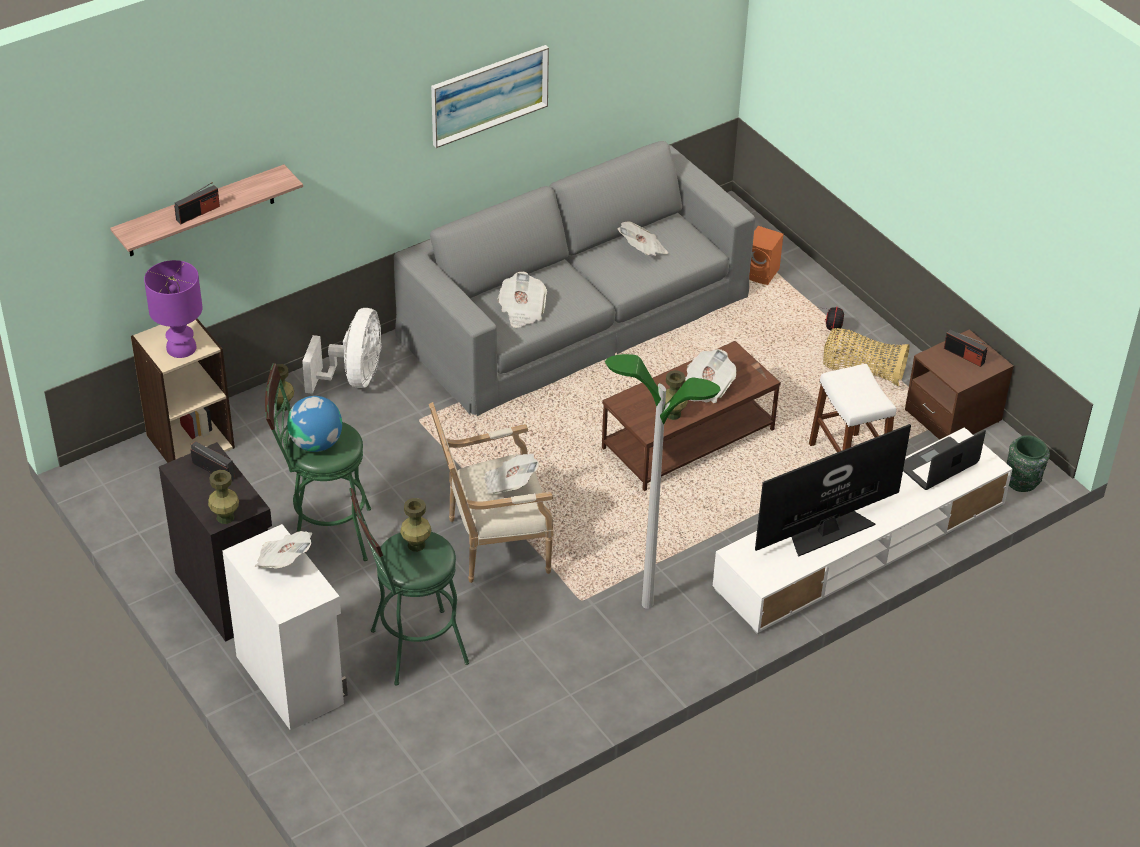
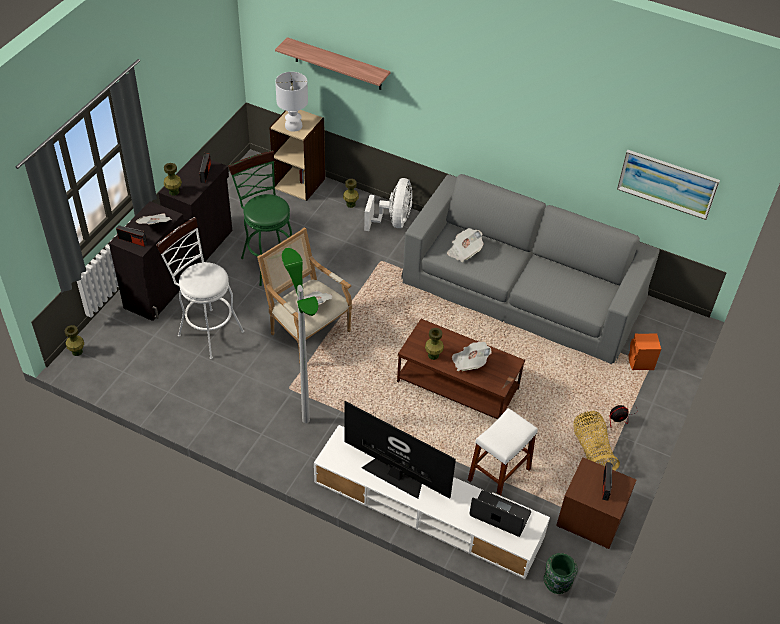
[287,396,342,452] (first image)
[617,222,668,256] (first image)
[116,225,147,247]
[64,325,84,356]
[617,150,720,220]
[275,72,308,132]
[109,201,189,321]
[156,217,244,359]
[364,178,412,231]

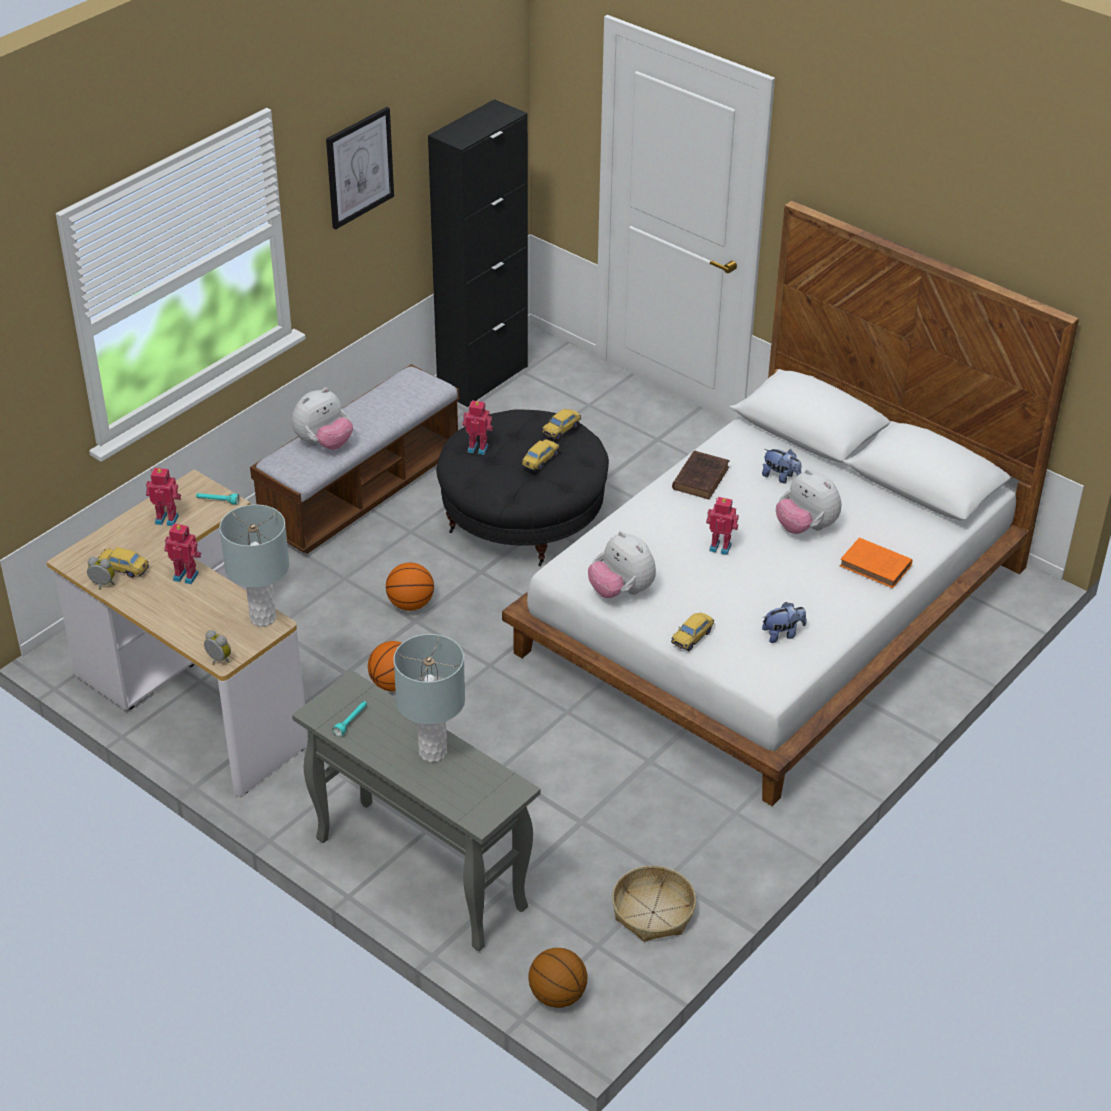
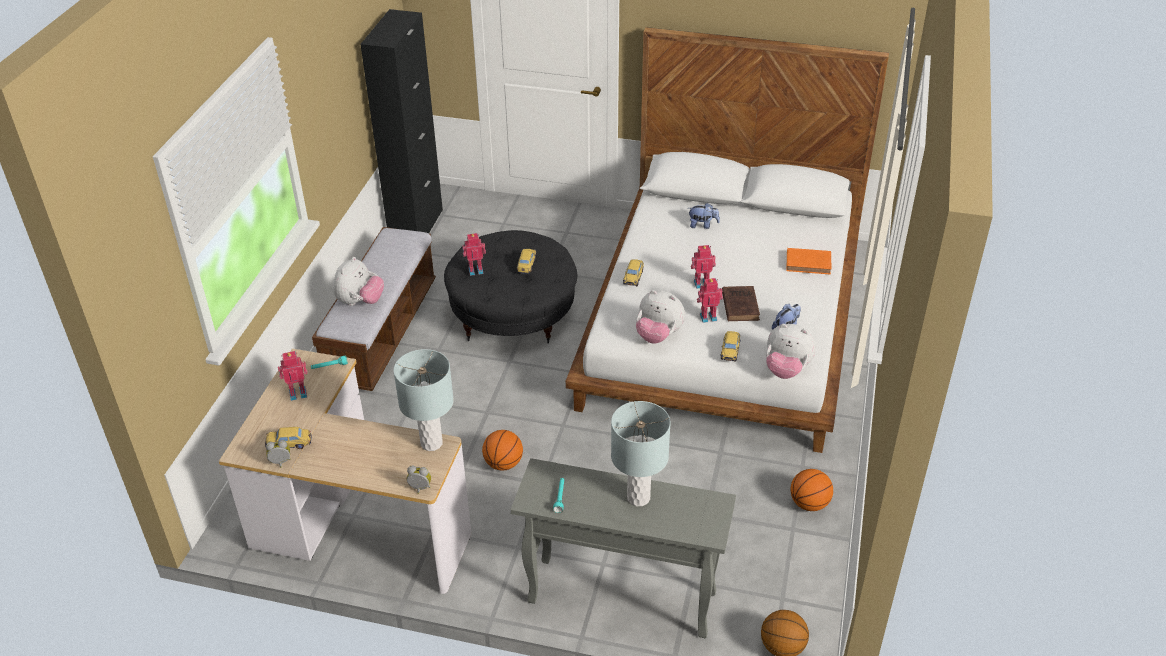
[326,107,394,230] (first image)
[612,866,696,942] (first image)
[697,278,723,323]
[790,469,833,511]
[623,259,644,286]
[722,286,760,321]
[766,324,816,379]

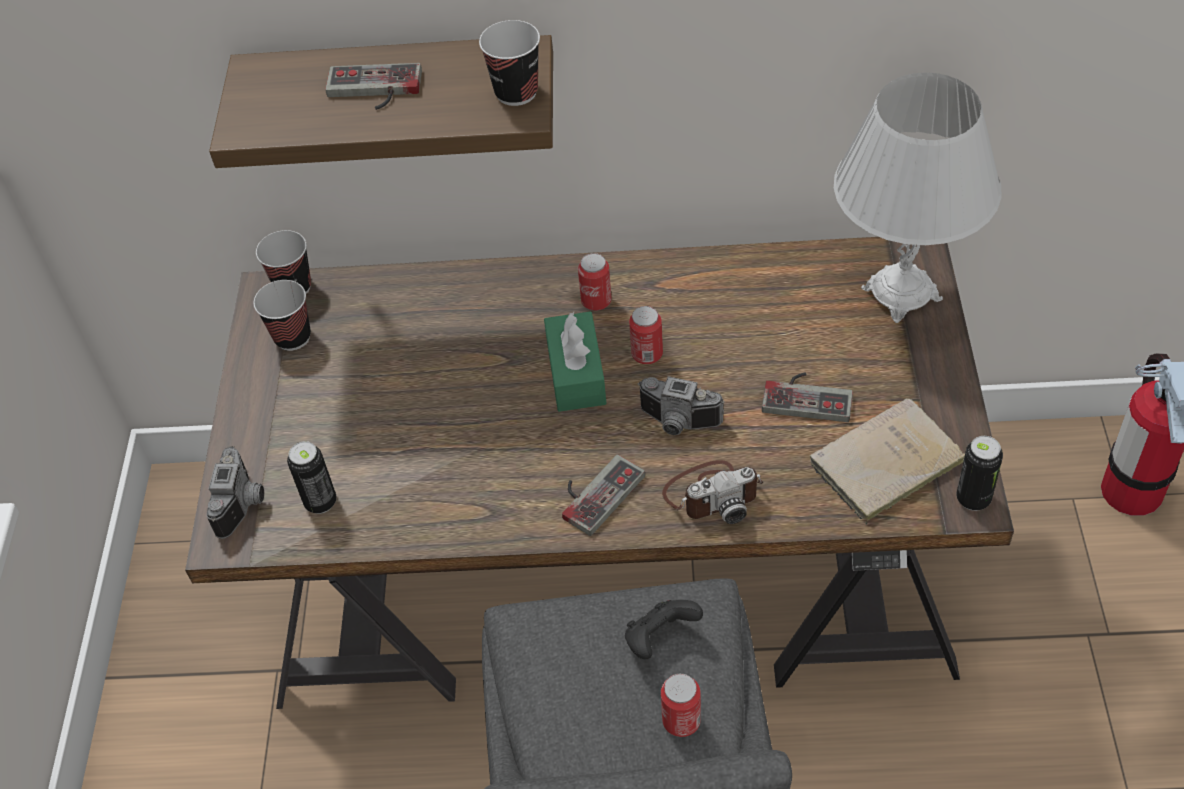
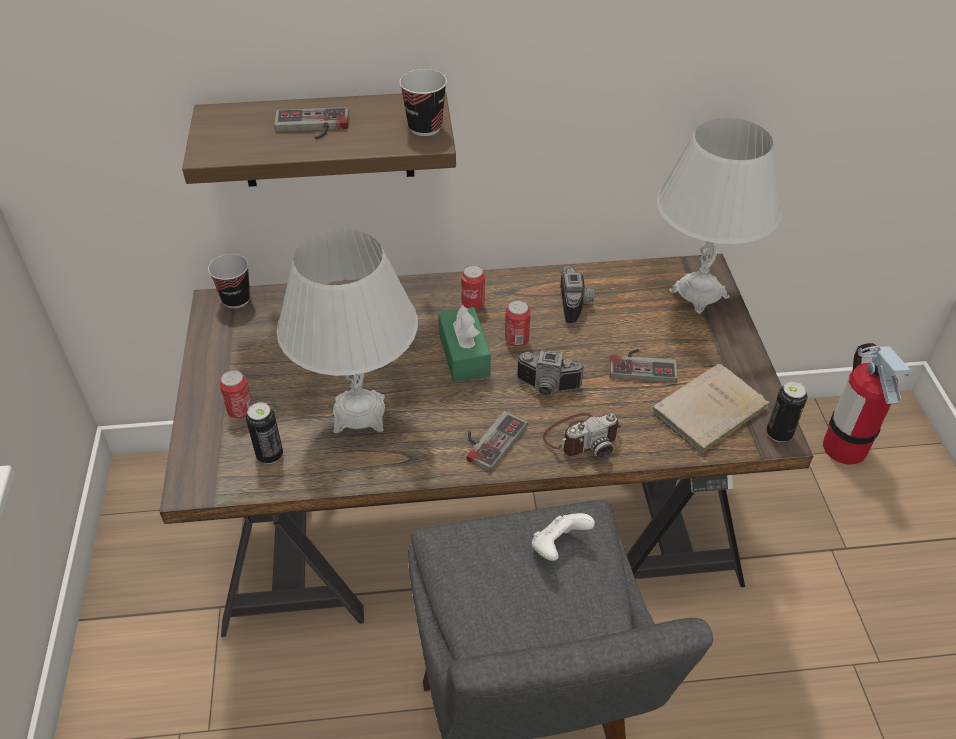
[253,280,311,351] (first image)
[277,229,418,433]
[560,266,594,324]
[220,370,253,418]
[532,513,595,561]

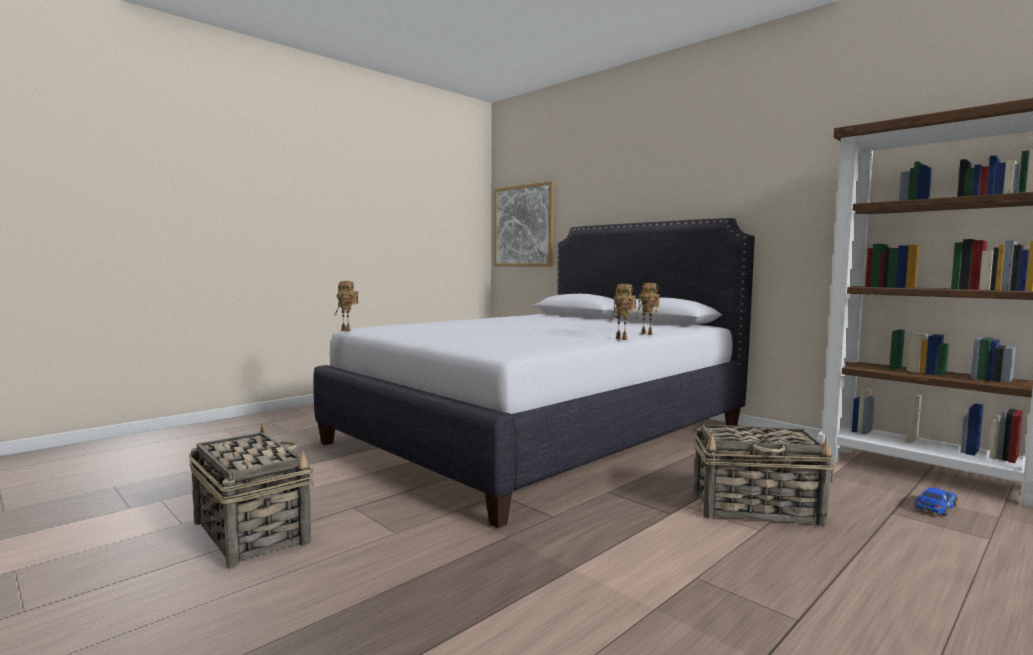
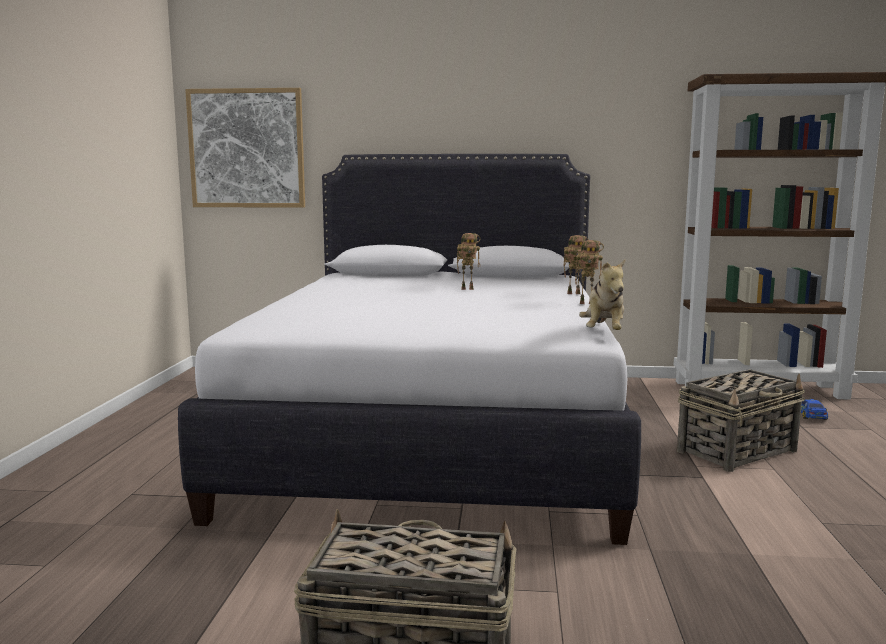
[579,259,626,330]
[457,233,481,290]

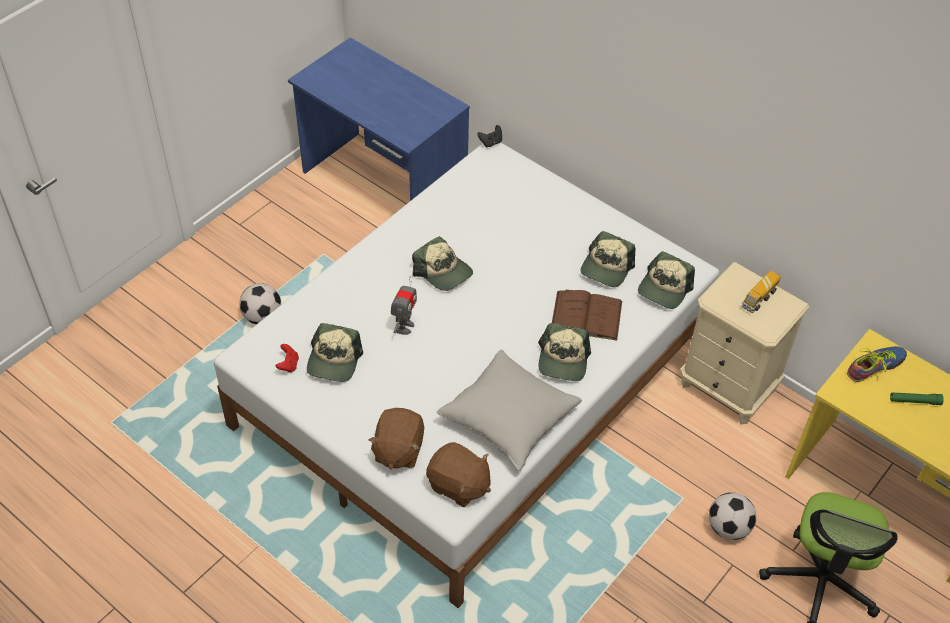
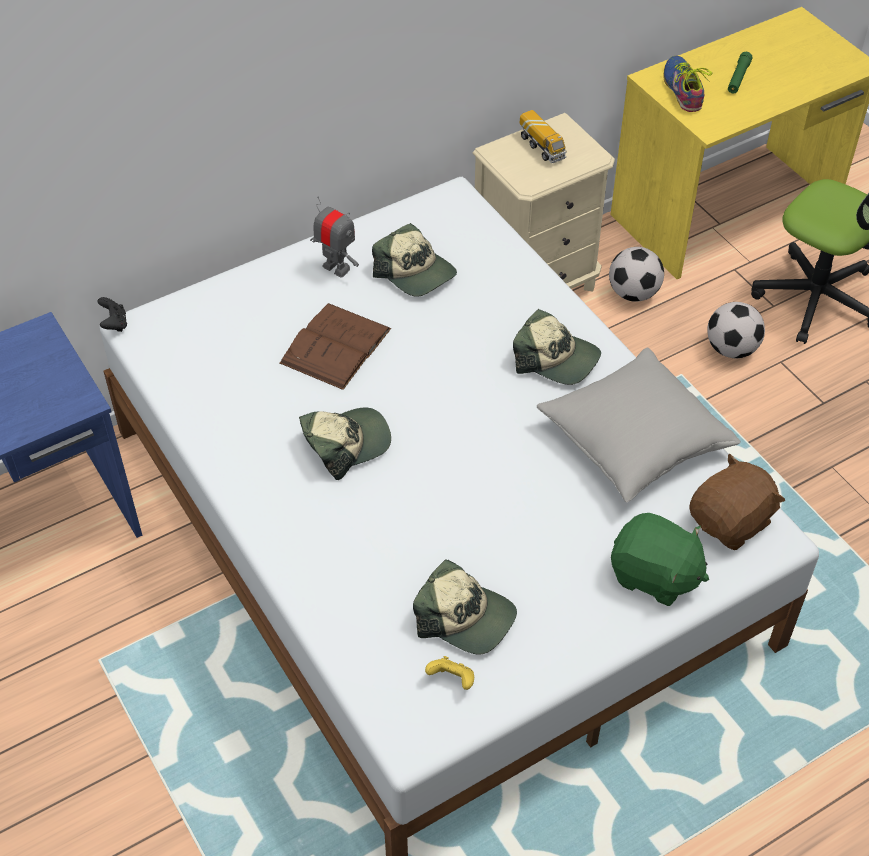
[638,252,695,309] (first image)
[609,247,664,302]
[310,197,359,278]
[280,303,391,390]
[425,656,474,690]
[611,513,709,606]

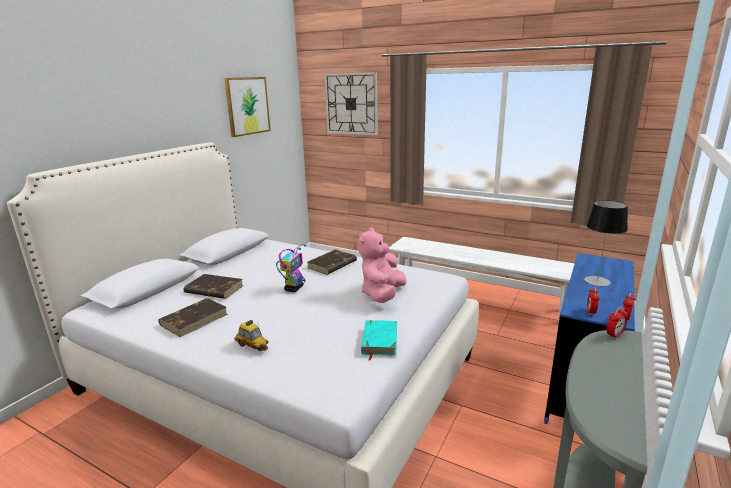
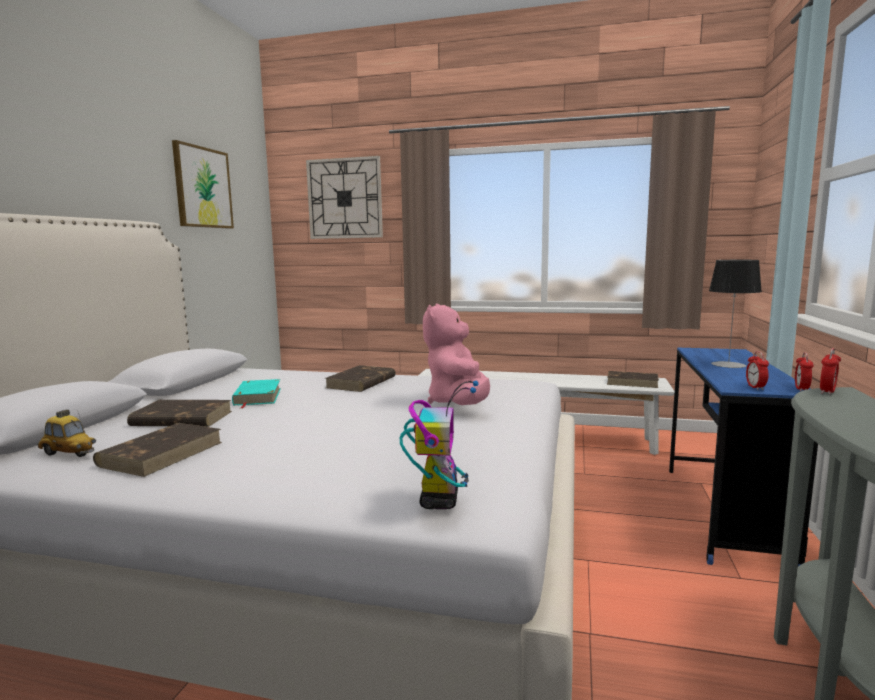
[607,371,659,388]
[37,409,96,457]
[400,381,479,509]
[232,379,281,408]

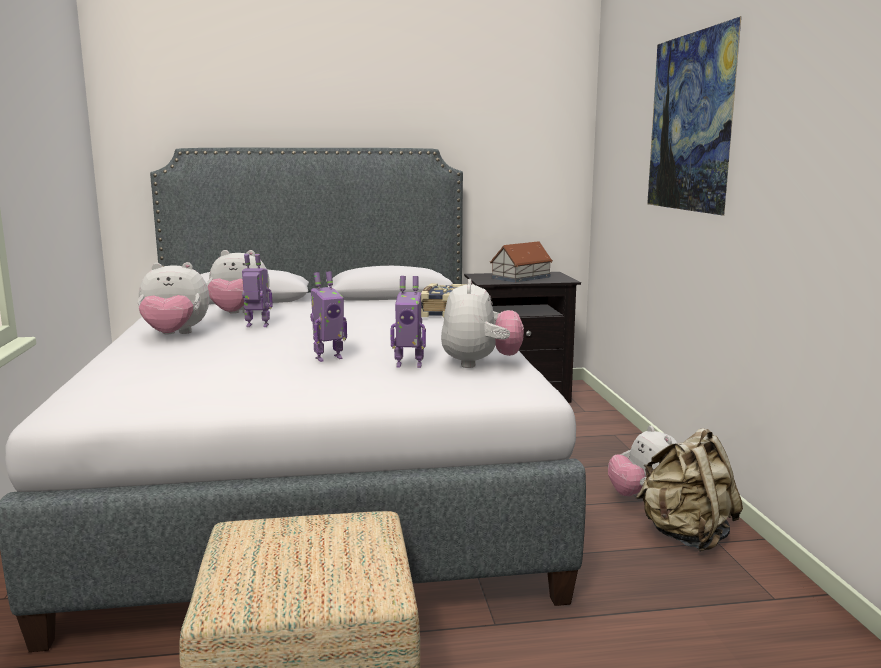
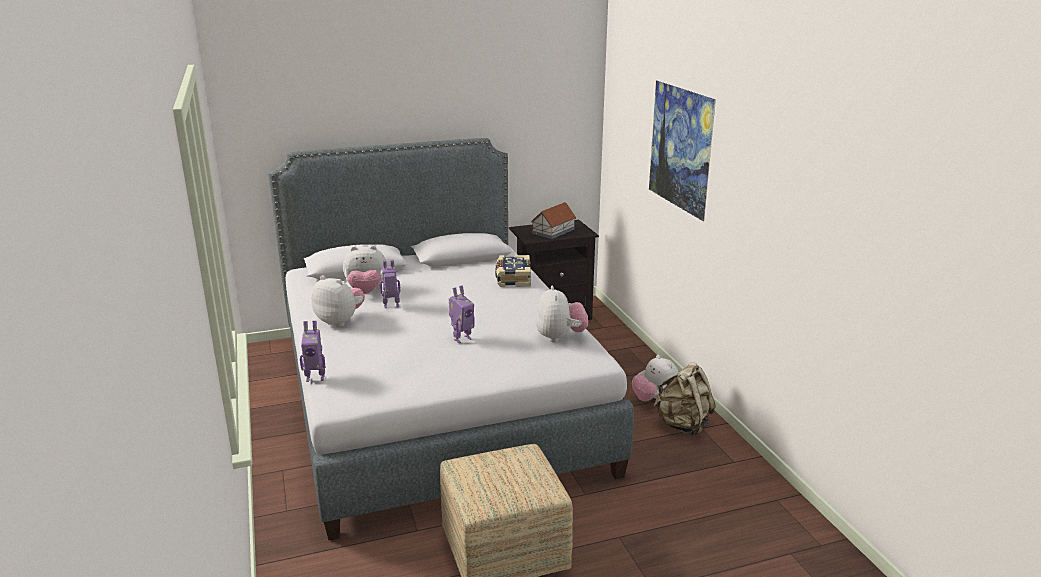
[300,320,325,382]
[311,275,365,327]

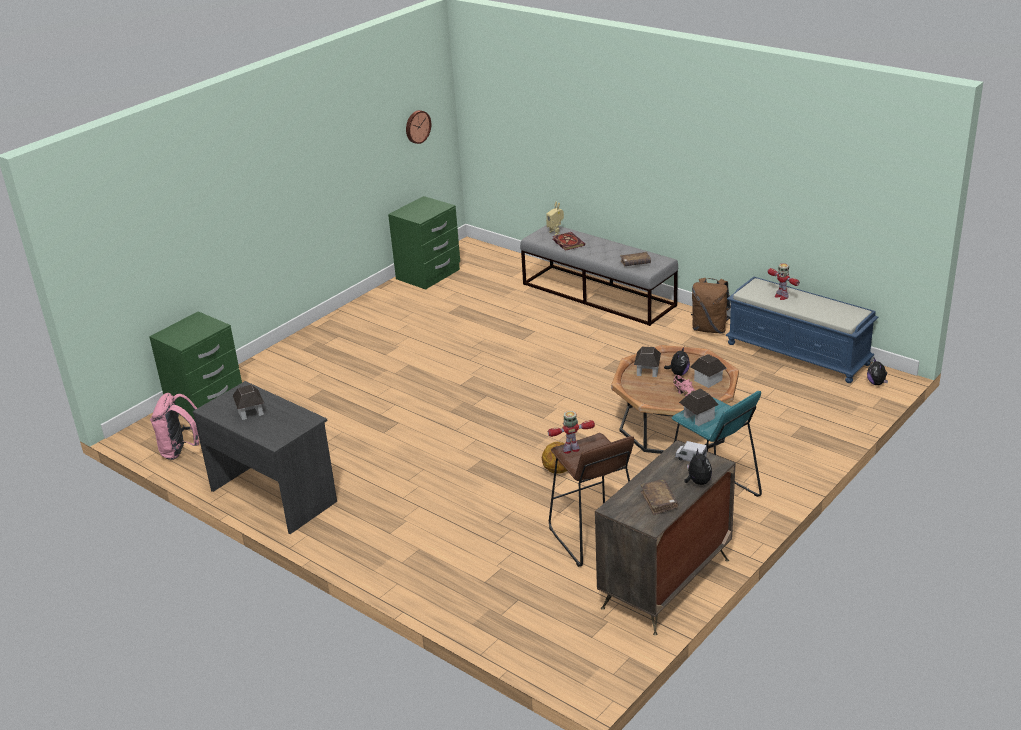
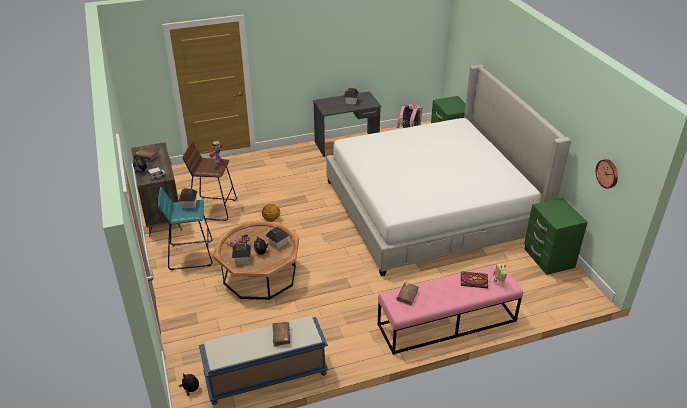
[691,278,731,333] (first image)
[326,64,571,276]
[272,322,290,347]
[378,265,523,355]

